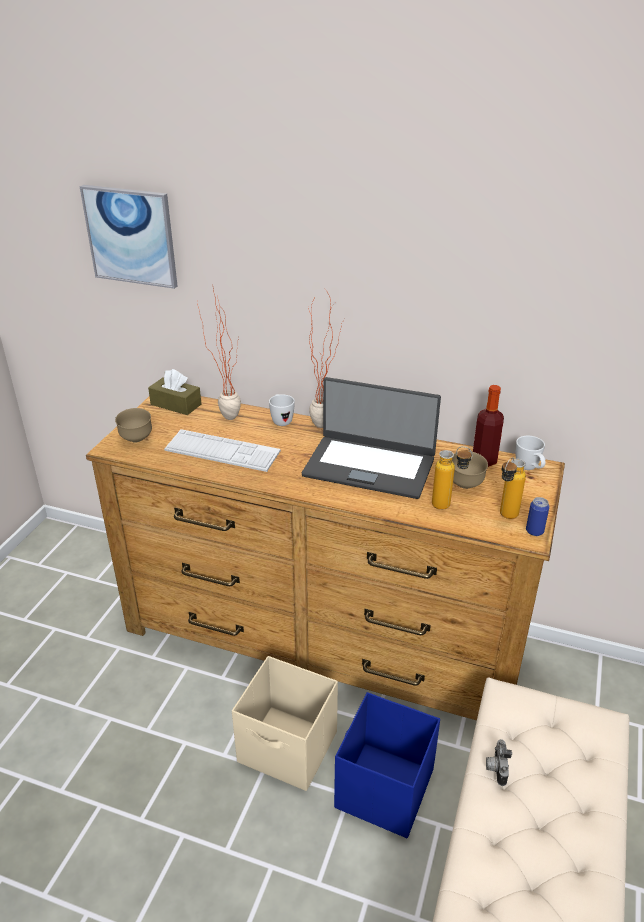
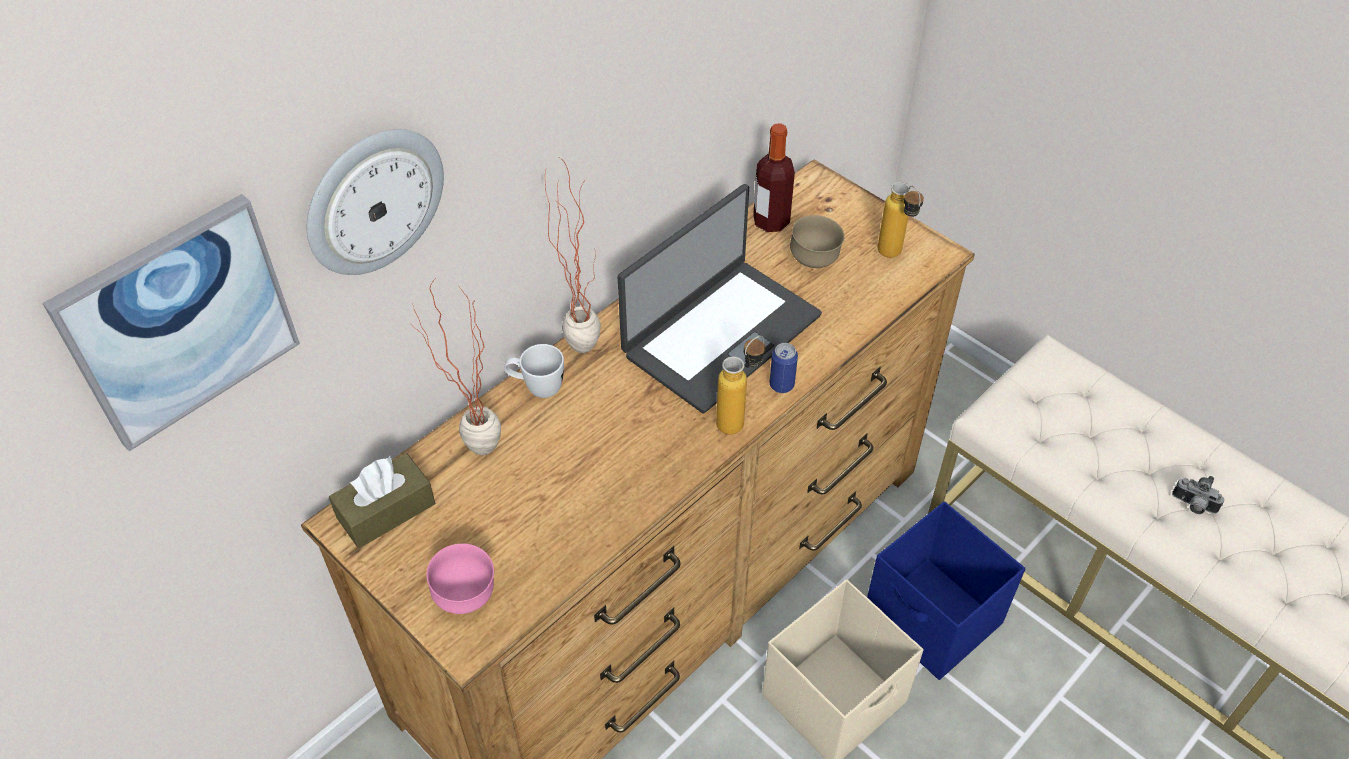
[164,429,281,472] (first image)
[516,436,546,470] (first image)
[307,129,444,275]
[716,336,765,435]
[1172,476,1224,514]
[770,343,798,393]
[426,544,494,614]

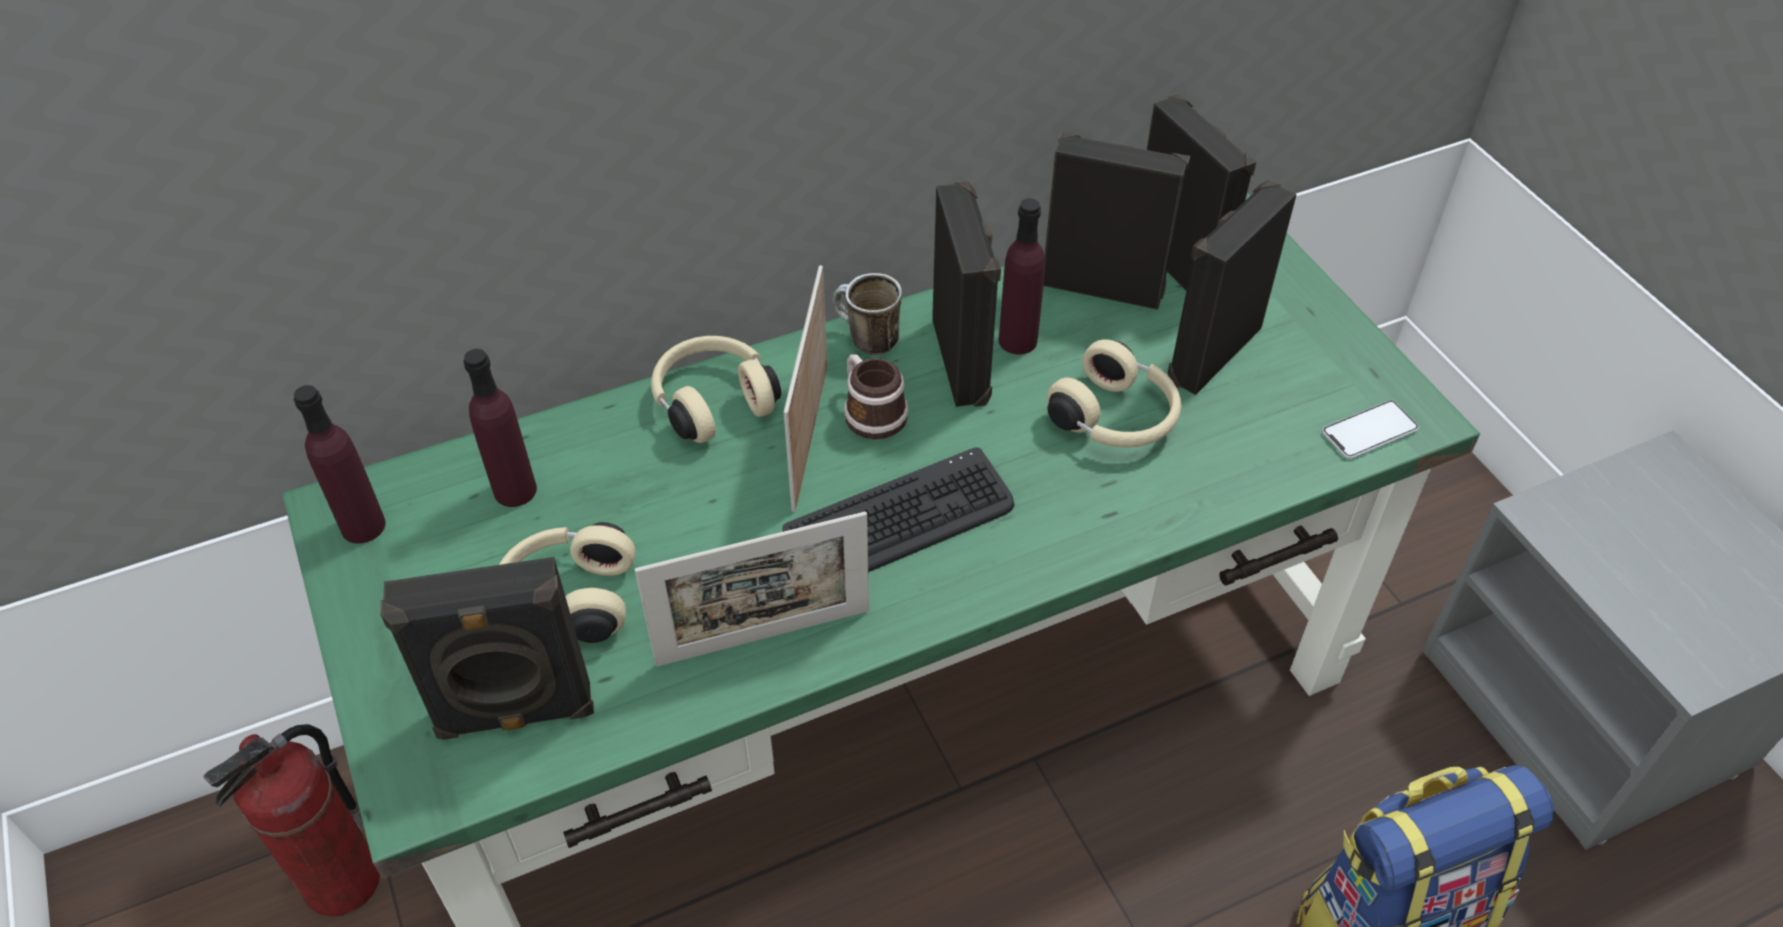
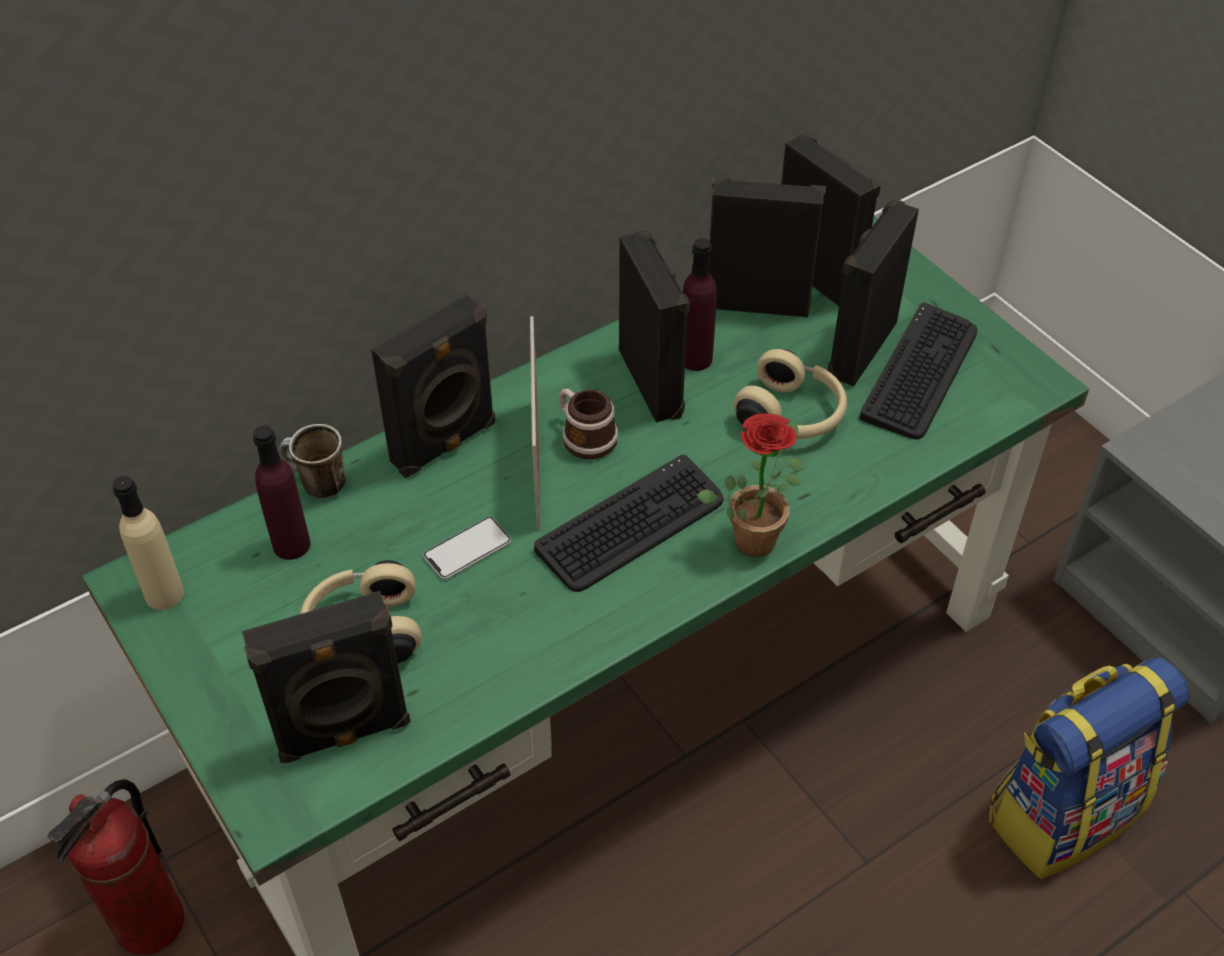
[634,512,869,666] (first image)
[697,413,805,557]
[860,302,977,440]
[279,424,347,498]
[423,517,511,579]
[371,294,496,478]
[113,476,184,610]

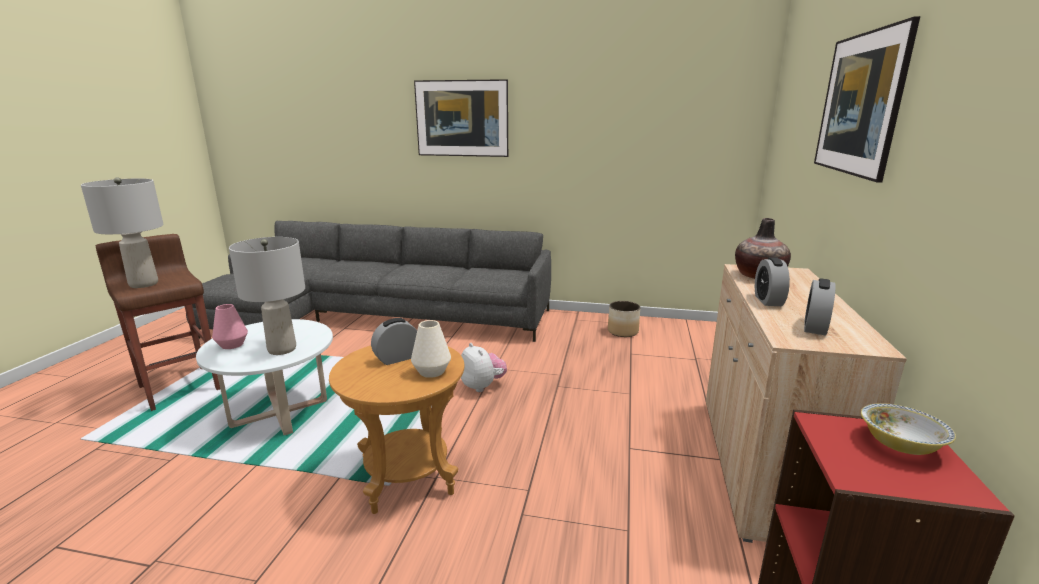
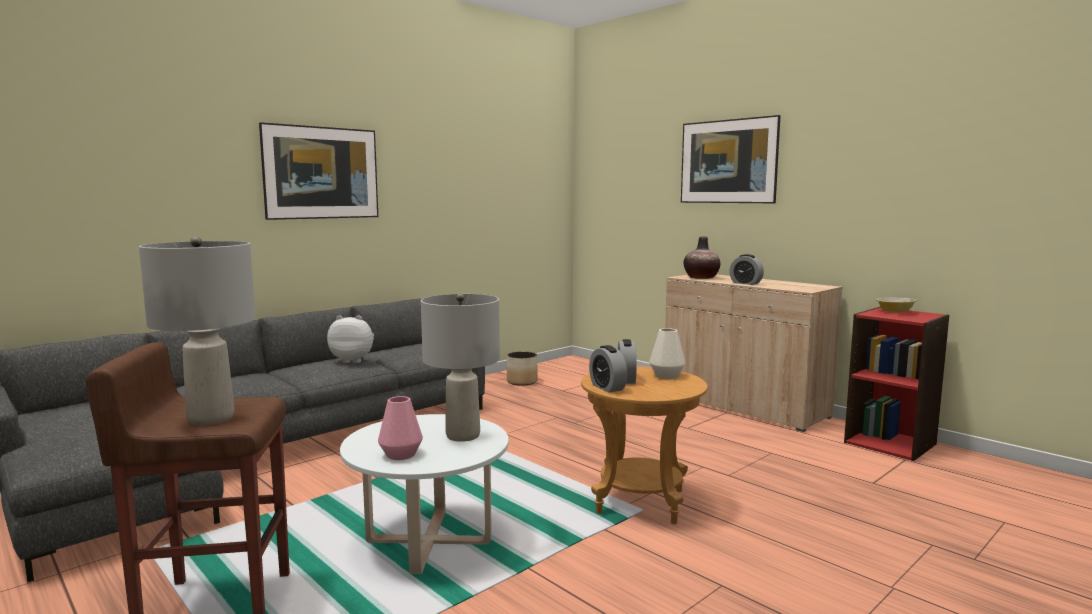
[327,315,374,363]
[589,345,627,393]

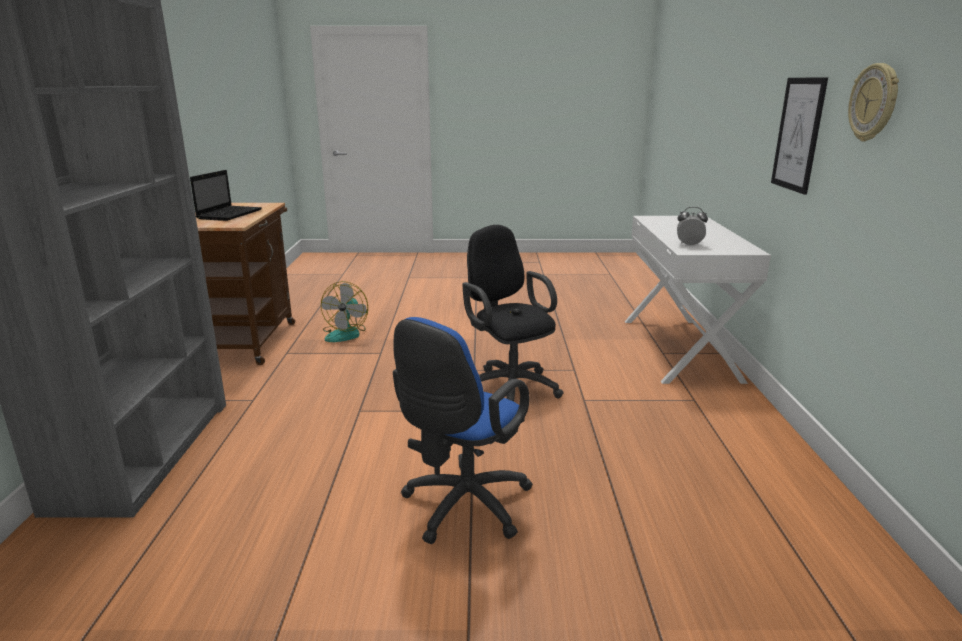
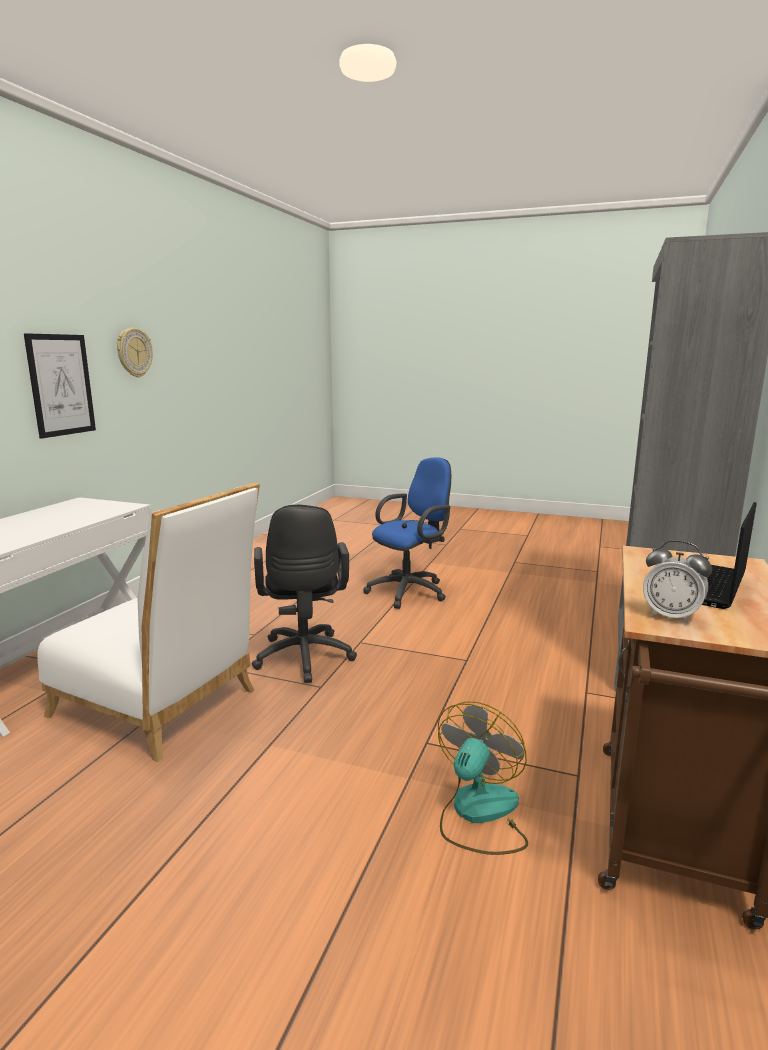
[37,483,260,762]
[643,540,712,624]

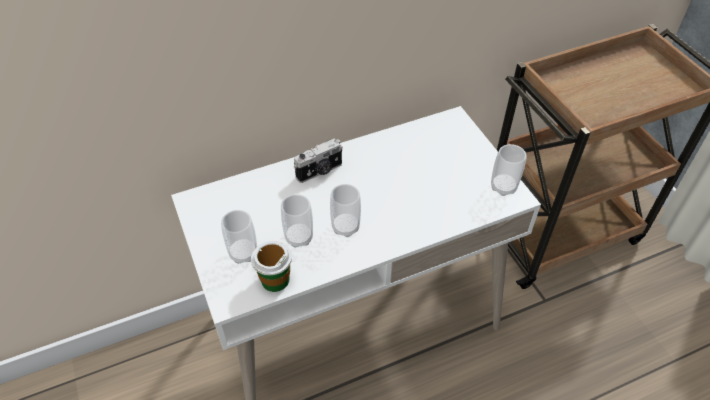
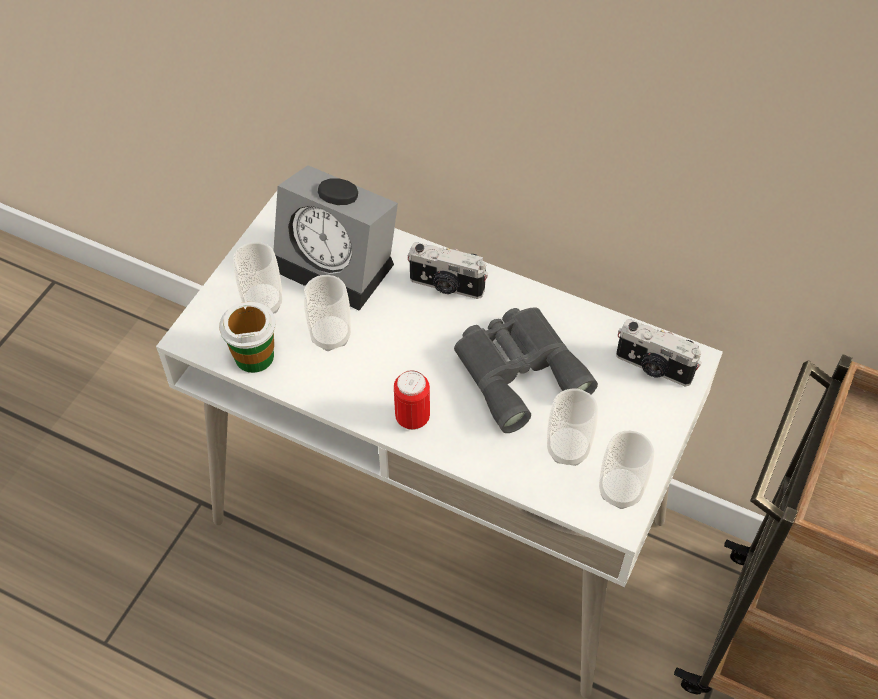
[273,165,398,311]
[394,370,430,430]
[454,308,598,433]
[616,319,702,387]
[547,389,598,466]

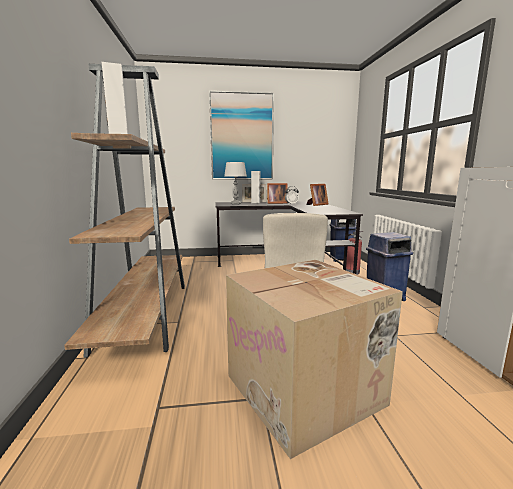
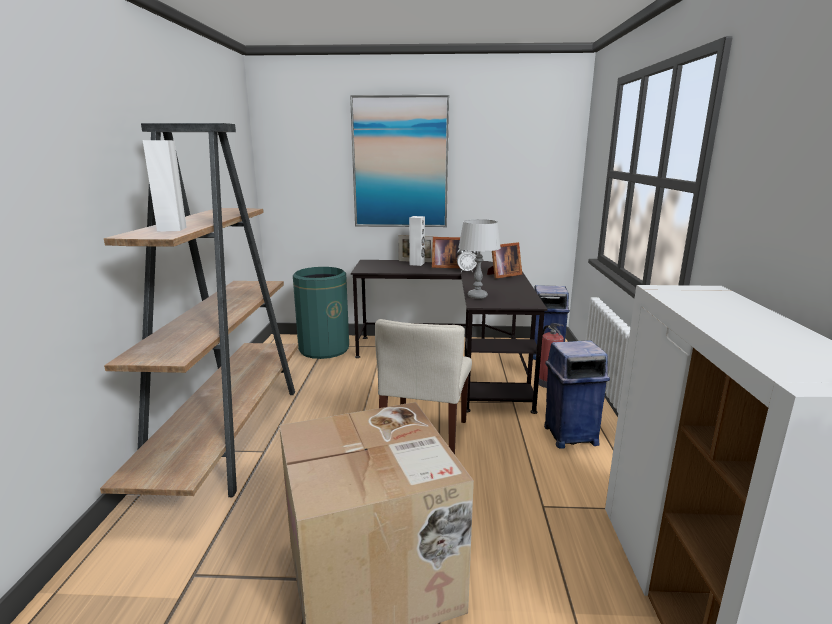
[293,267,349,359]
[458,219,501,299]

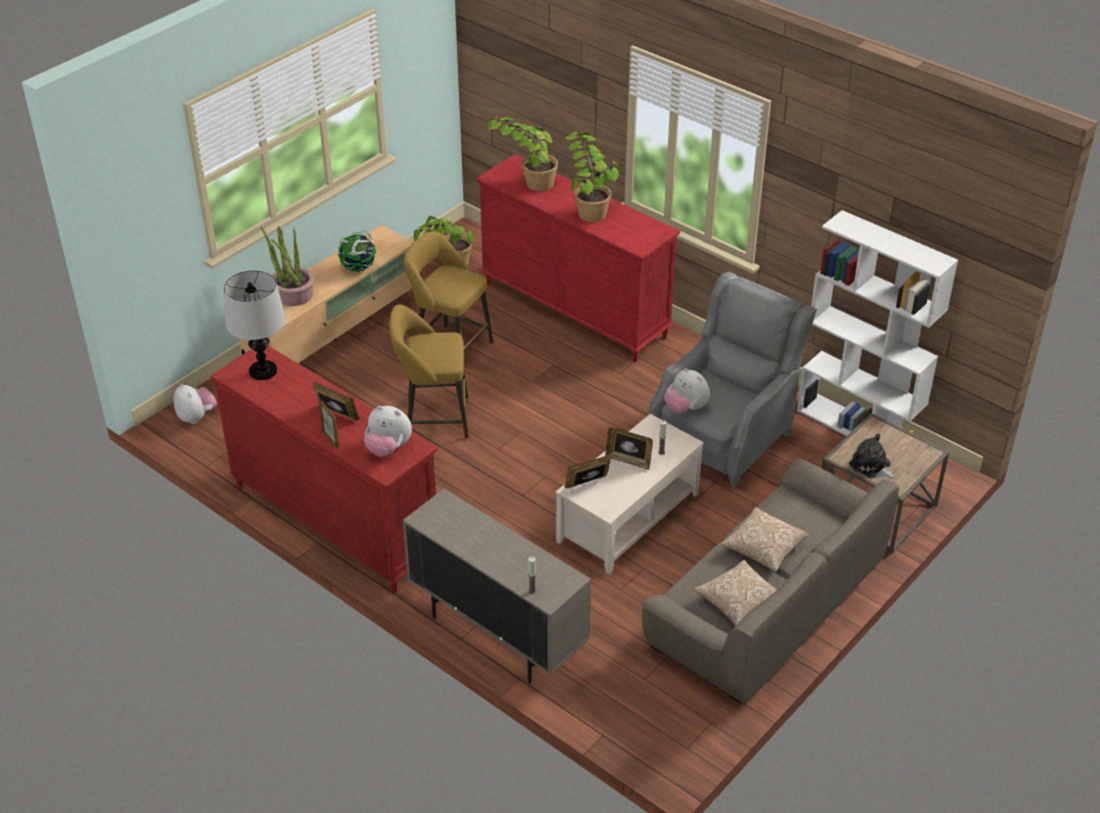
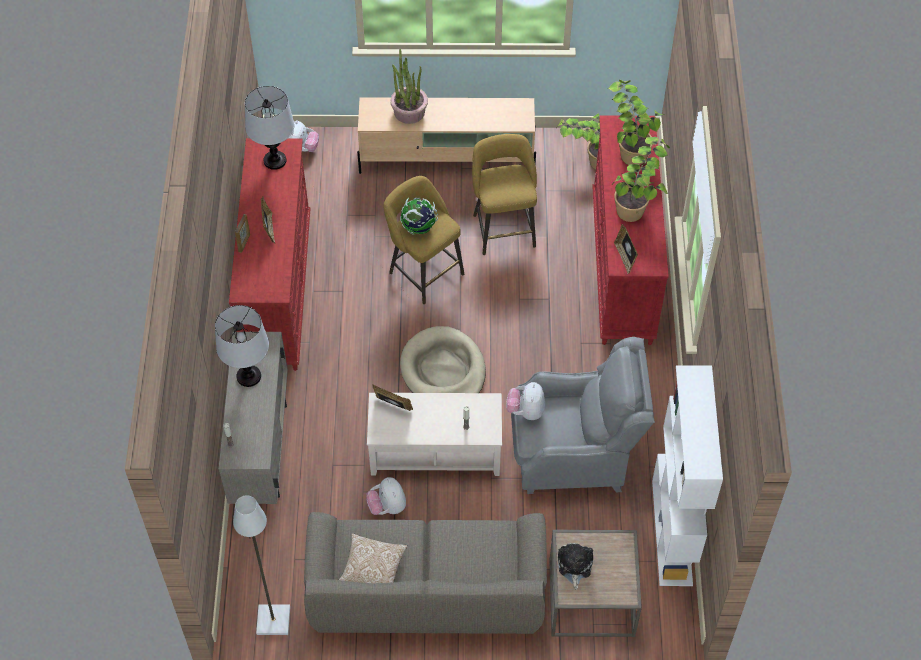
[721,507,809,572] (first image)
[215,305,269,387]
[233,495,290,635]
[400,326,486,393]
[400,198,438,235]
[366,477,406,515]
[614,224,638,275]

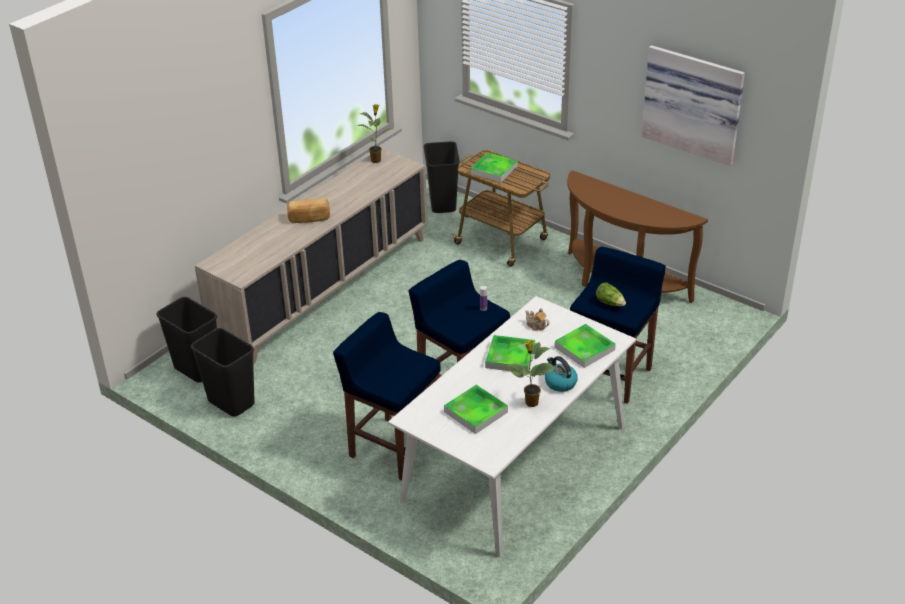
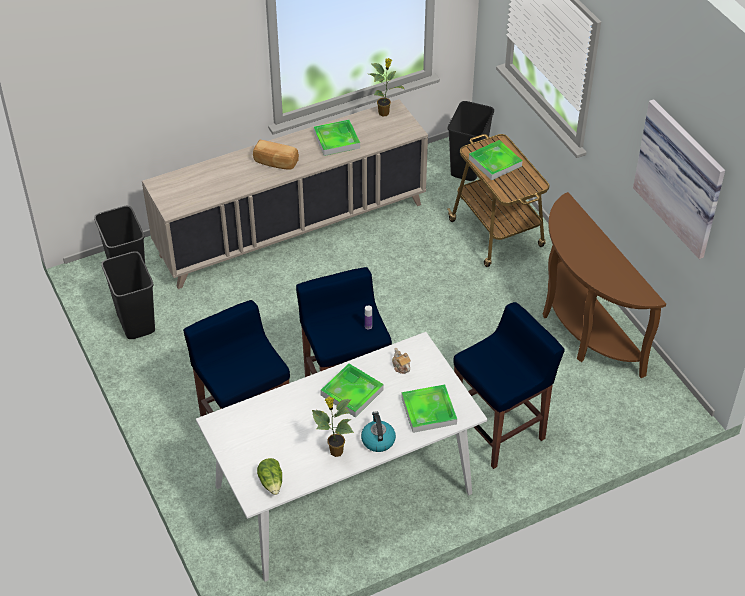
[313,120,360,156]
[257,458,282,495]

